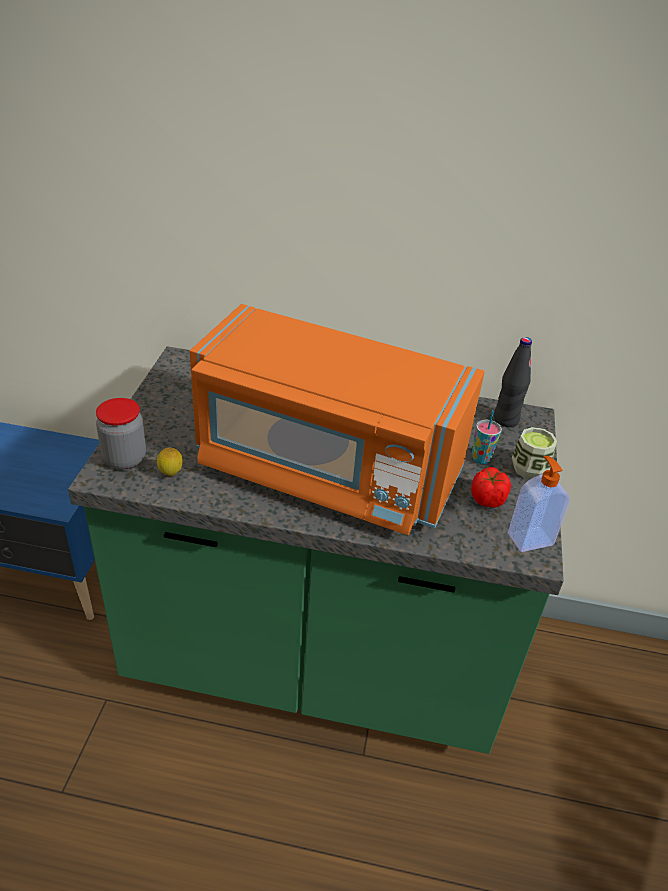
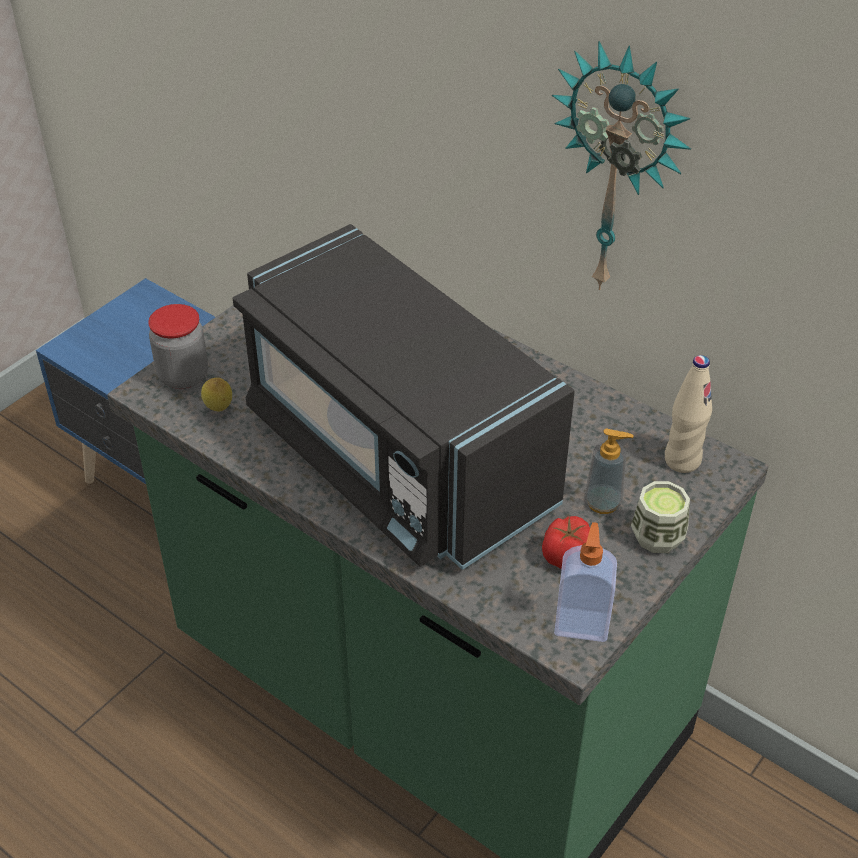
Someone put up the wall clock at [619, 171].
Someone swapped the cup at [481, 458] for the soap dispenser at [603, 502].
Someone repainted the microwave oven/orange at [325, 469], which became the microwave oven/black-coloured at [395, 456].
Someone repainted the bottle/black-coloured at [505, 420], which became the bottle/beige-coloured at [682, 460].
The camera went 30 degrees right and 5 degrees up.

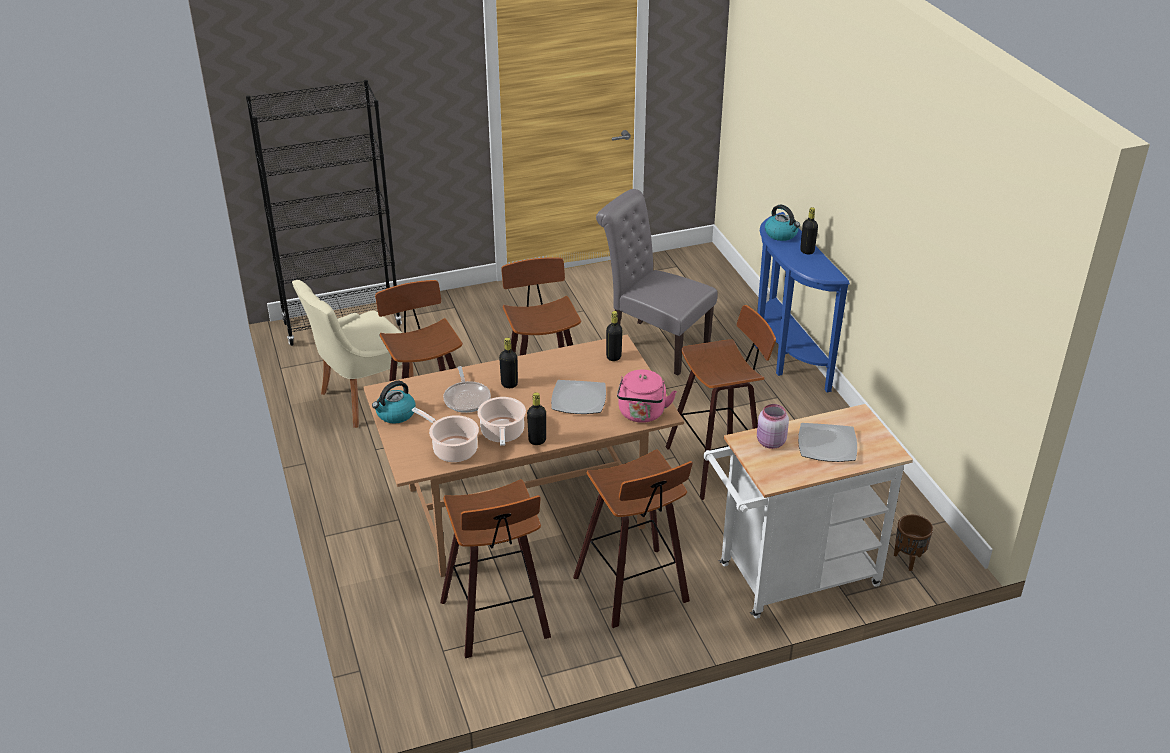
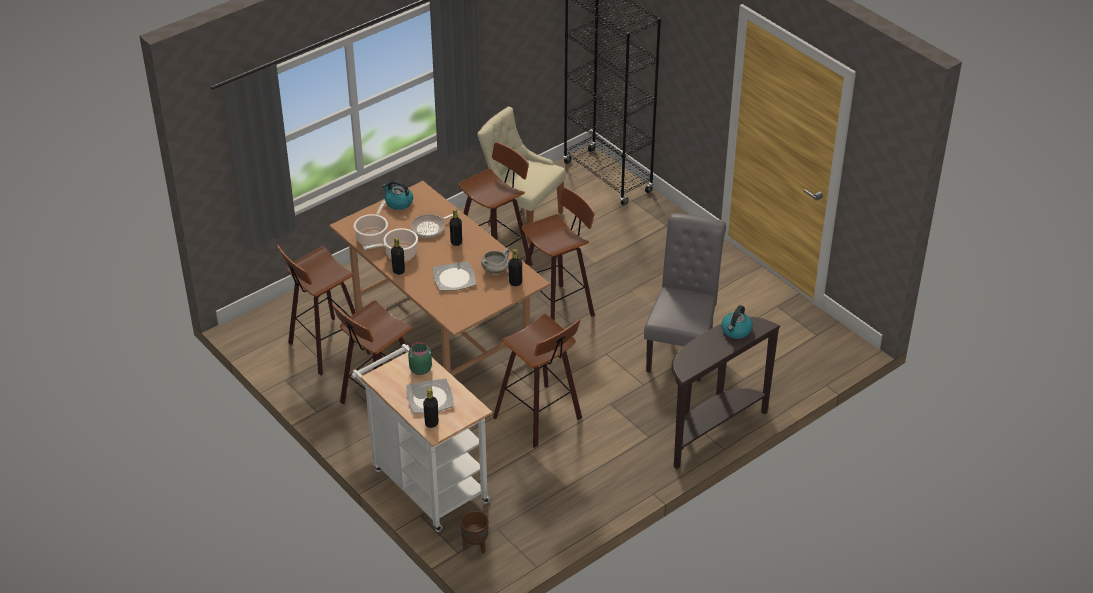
Someone took away the kettle/pink-coloured at [642, 414].
Someone put down the saucepot/white at [495, 270].
Someone carried the bottle/black-coloured from [807, 251] to [431, 423].
Someone repainted the hall table/blue at [784, 357], which became the hall table/brown at [711, 431].
Someone repainted the jar/pink-coloured at [770, 442], which became the jar/green-coloured at [420, 369].
The camera went 70 degrees right and 5 degrees up.

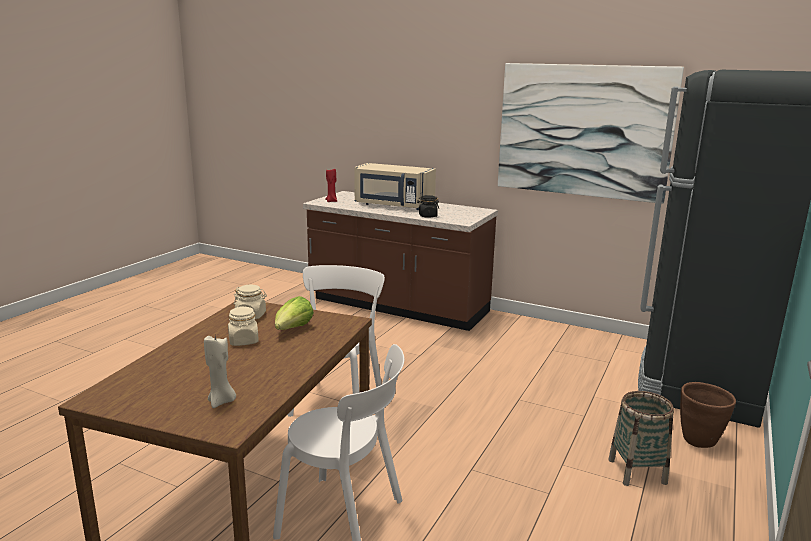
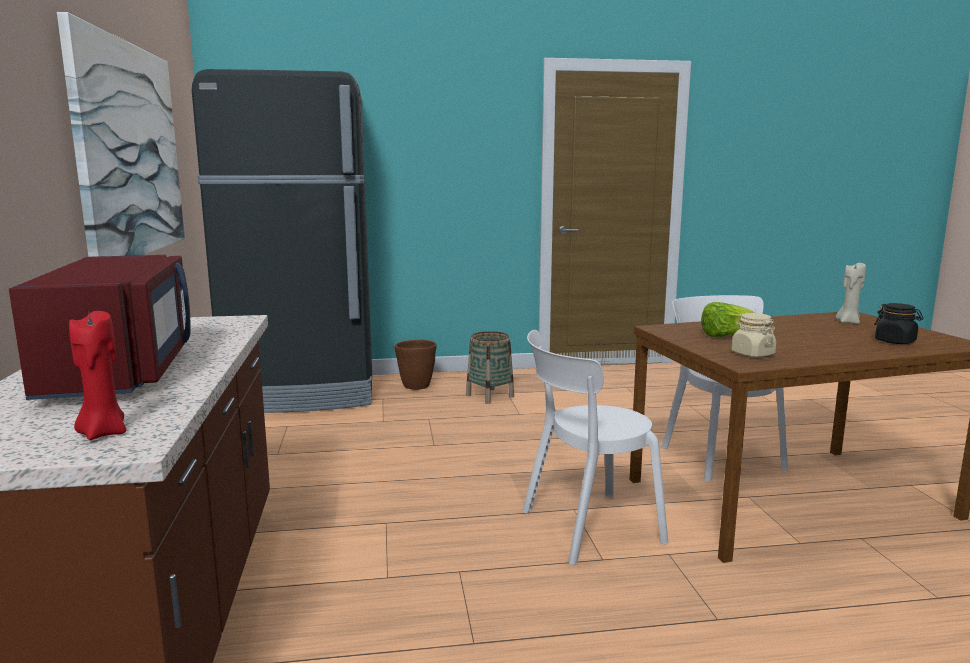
Someone took away the jar/beige-coloured at [243, 341].
Someone carried the jar/black-coloured from [427, 216] to [895, 341].
Someone repainted the microwave oven/beige-coloured at [393, 205], which became the microwave oven/reddish at [123, 371].
The camera went 125 degrees left and 5 degrees down.

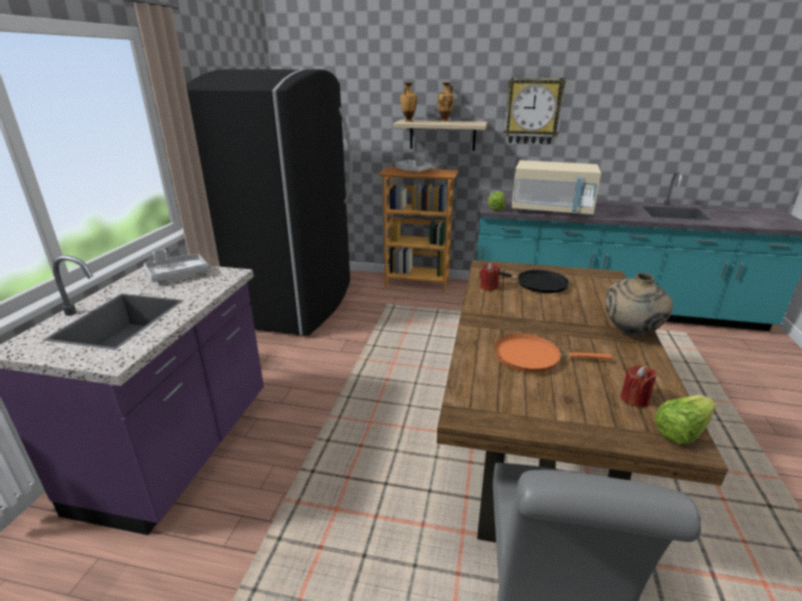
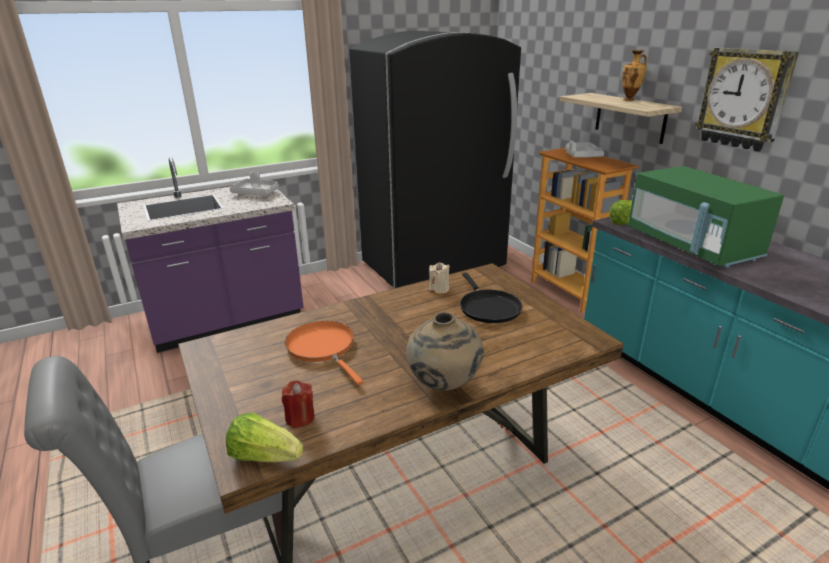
Someone took away the vase at [408, 121].
Someone repainted the wax candle/reddish at [488, 287], which became the wax candle/beige-coloured at [439, 289].
Someone repainted the microwave oven/beige-coloured at [551, 210], which became the microwave oven/green-coloured at [691, 246].
The camera went 50 degrees right and 0 degrees up.

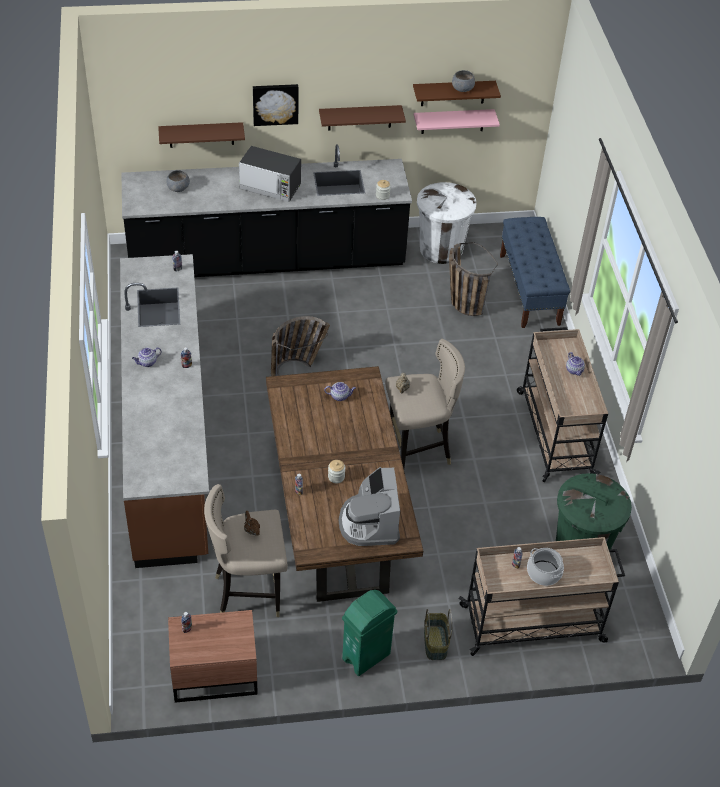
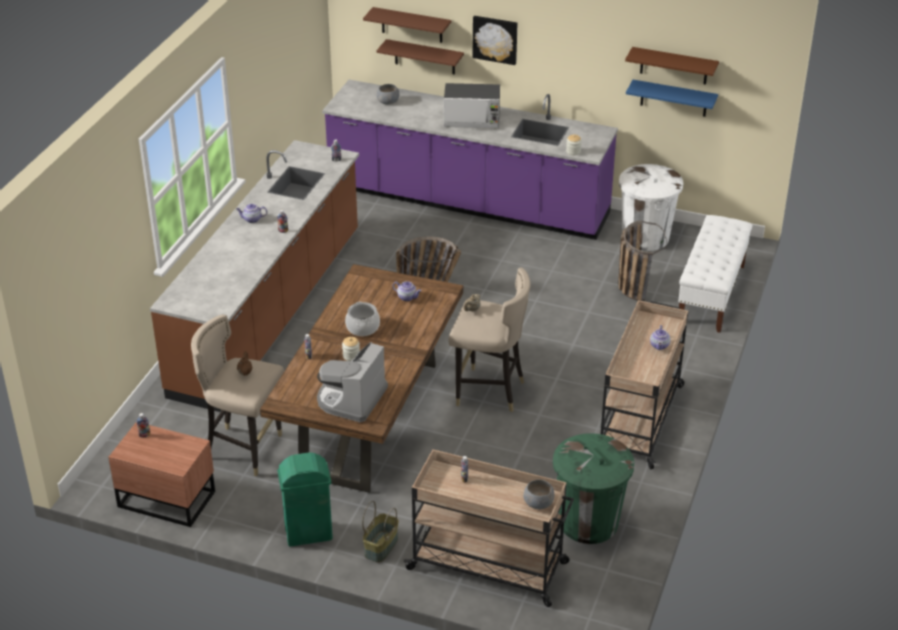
Someone carried the wall shelf/brown from [360, 117] to [412, 25].
Someone carried the bowl/grey from [462, 88] to [538, 503].
Someone carried the saucepot from [544, 573] to [363, 327].
Someone repainted the kitchen base unit/black-coloured at [267, 260], which became the kitchen base unit/purple-coloured at [468, 202].
Someone repainted the wall shelf/pink-coloured at [453, 121], which became the wall shelf/blue at [674, 98].
Someone repainted the bench/blue at [529, 290], which became the bench/white at [711, 294].
Someone rotated the microwave oven at [270, 187] by 45 degrees counterclockwise.
The camera went 30 degrees right and 10 degrees down.

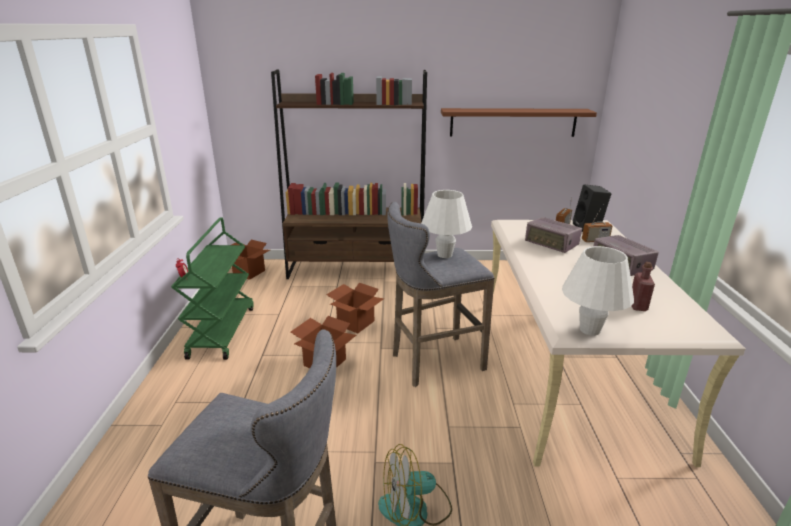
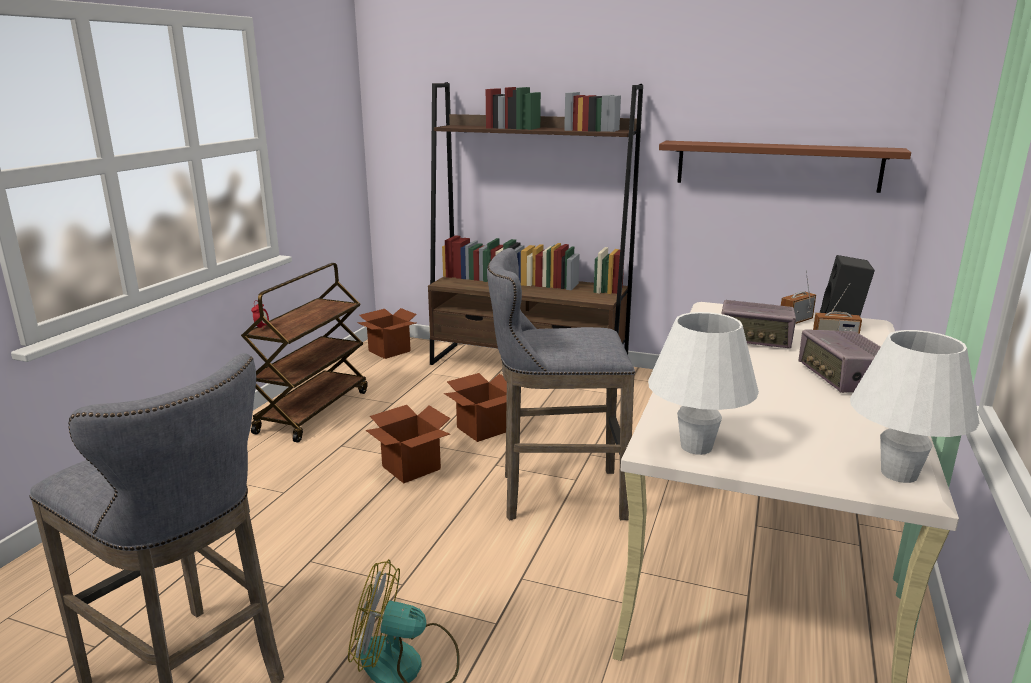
Someone took away the bottle/reddish at [638, 306].
Someone carried the tabletop lamp/white from [444, 255] to [898, 474].
Someone repainted the wheeled cart/green-coloured at [222, 331], which became the wheeled cart/brown at [313, 411].
Someone rotated the radio set at [552, 244] by 45 degrees counterclockwise.
The camera went 20 degrees right and 5 degrees down.

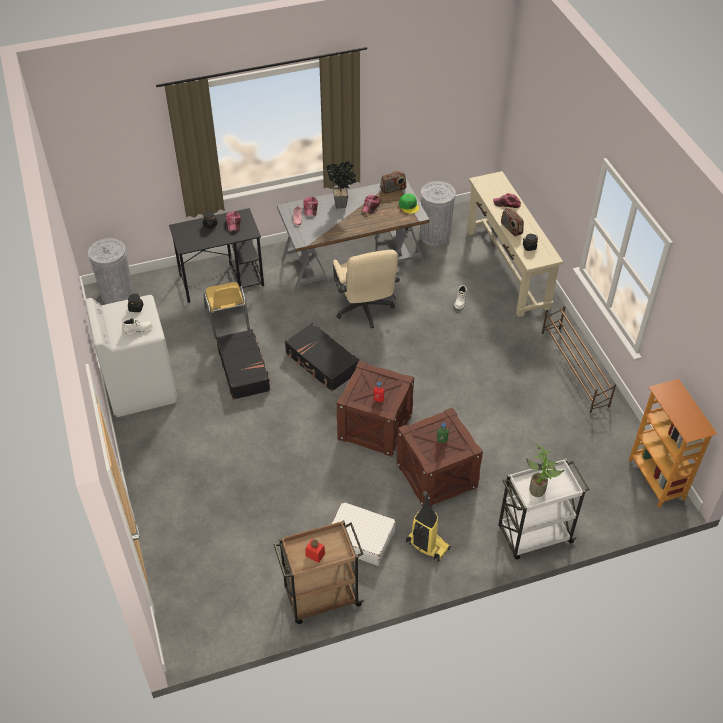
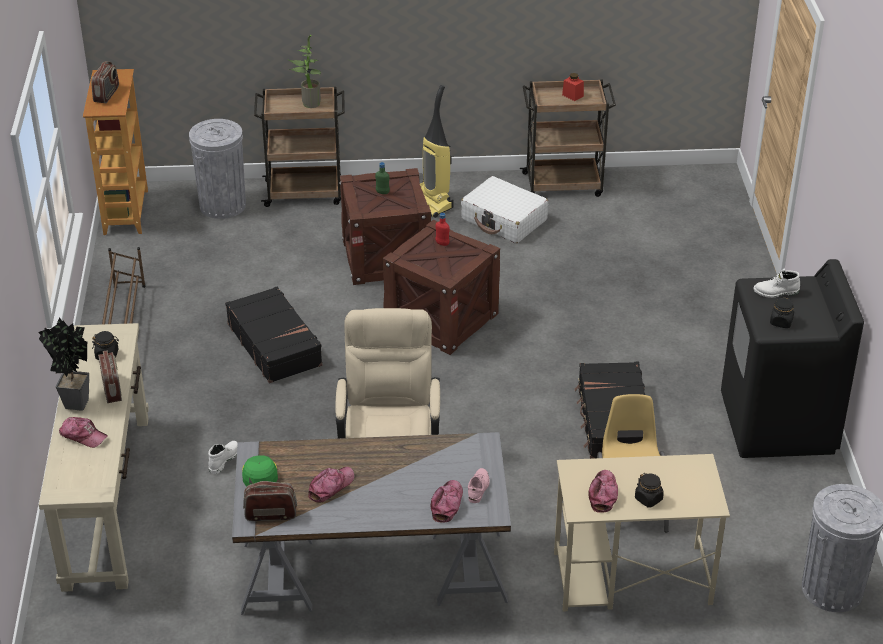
Someone put down the radio set at [107, 95].
Someone carried the piece of luggage/black-coloured from [322, 363] to [275, 344].
Someone carried the potted plant from [342, 205] to [73, 401].
Someone carried the trash can/grey from [435, 236] to [222, 205].
Someone repainted the laundry appliance/white at [140, 387], which became the laundry appliance/black-coloured at [778, 424].
Someone repainted the desk/black-coloured at [222, 280], which became the desk/beige-coloured at [630, 579].
Someone repainted the wheeled cart/white at [533, 535], which became the wheeled cart/brown at [305, 192].
The camera went 165 degrees left and 10 degrees down.

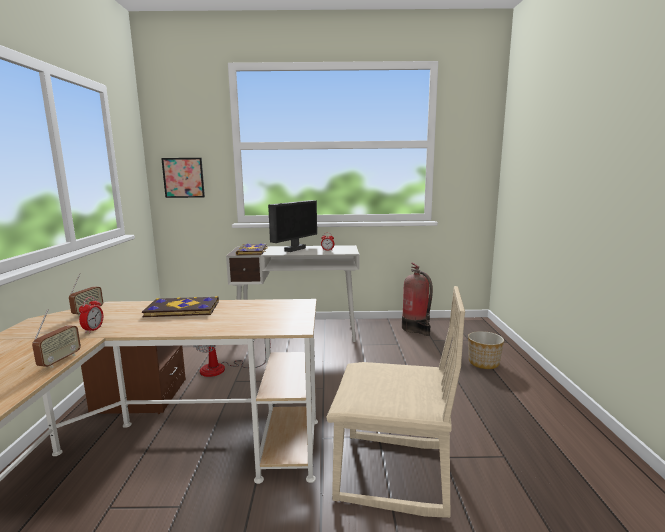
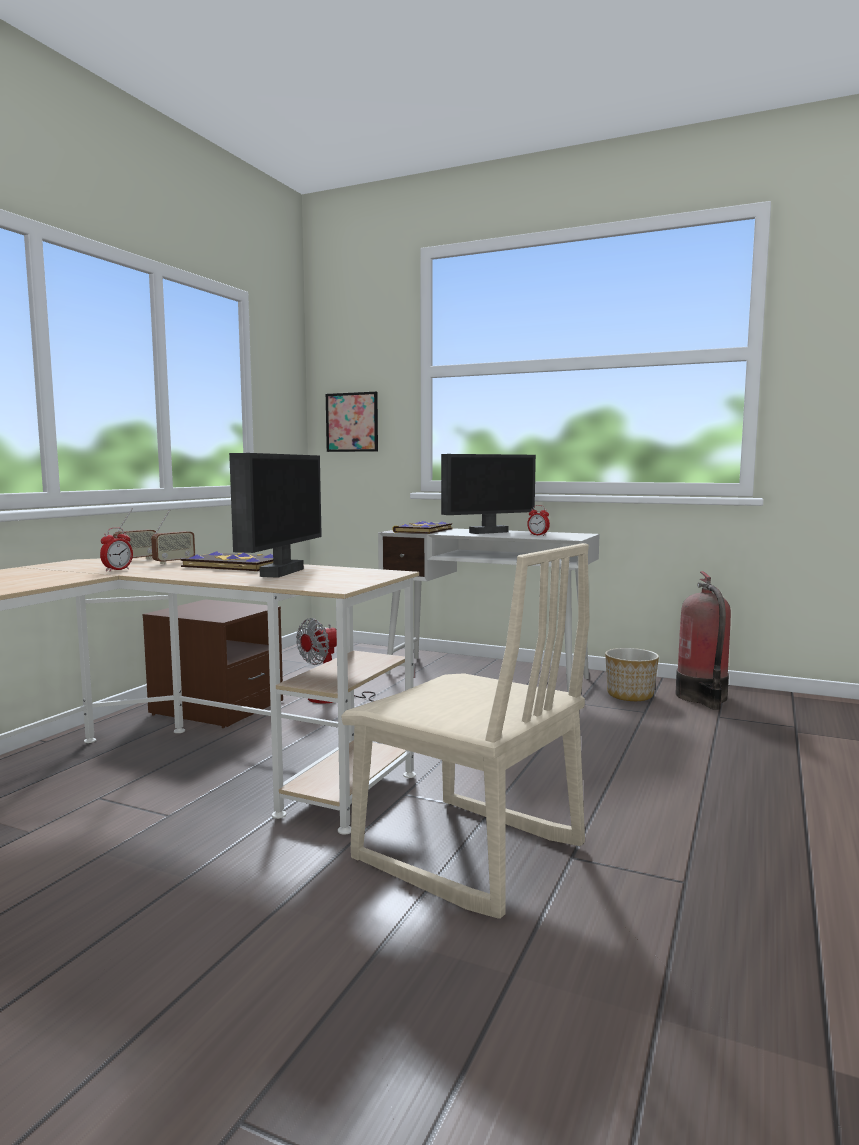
Someone put down the computer display at [280, 572].
Someone carried the radio set from [60, 361] to [174, 562].
Someone carried the planter from [484, 363] to [630, 695].
The camera went 25 degrees right and 5 degrees down.

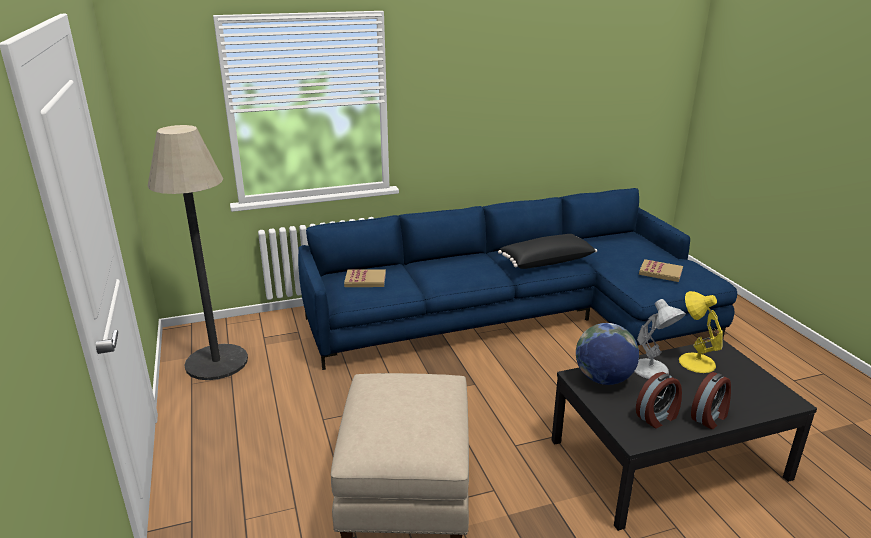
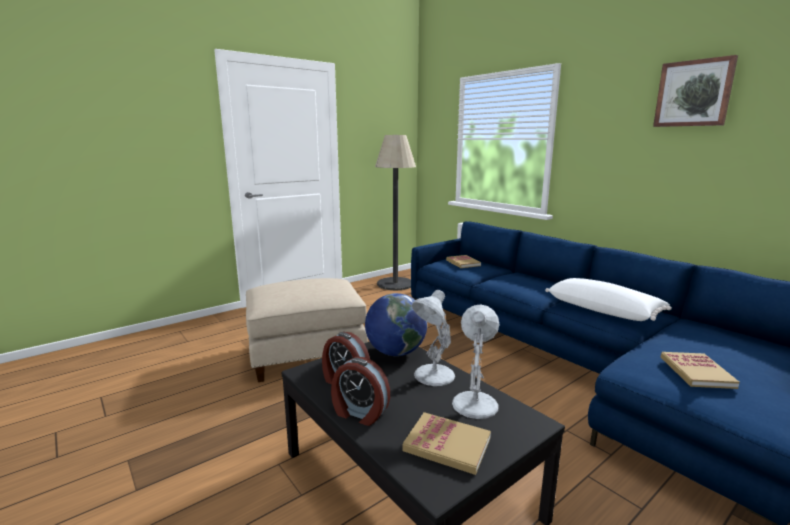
Someone put down the volume at [447, 445].
Someone put up the wall picture at [693, 93].
Someone repainted the cushion/black-coloured at [546, 261], which became the cushion/white at [603, 310].
Someone repainted the tabletop lamp/yellow-coloured at [695, 362], which became the tabletop lamp/white at [475, 403].
The camera went 70 degrees right and 10 degrees down.

